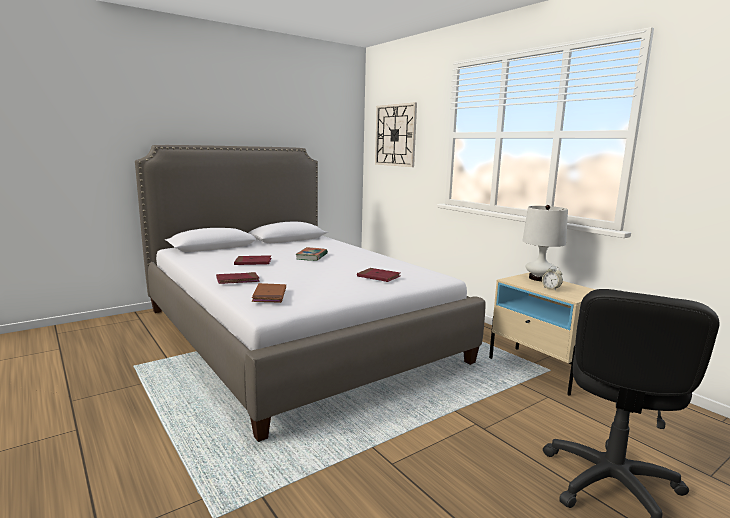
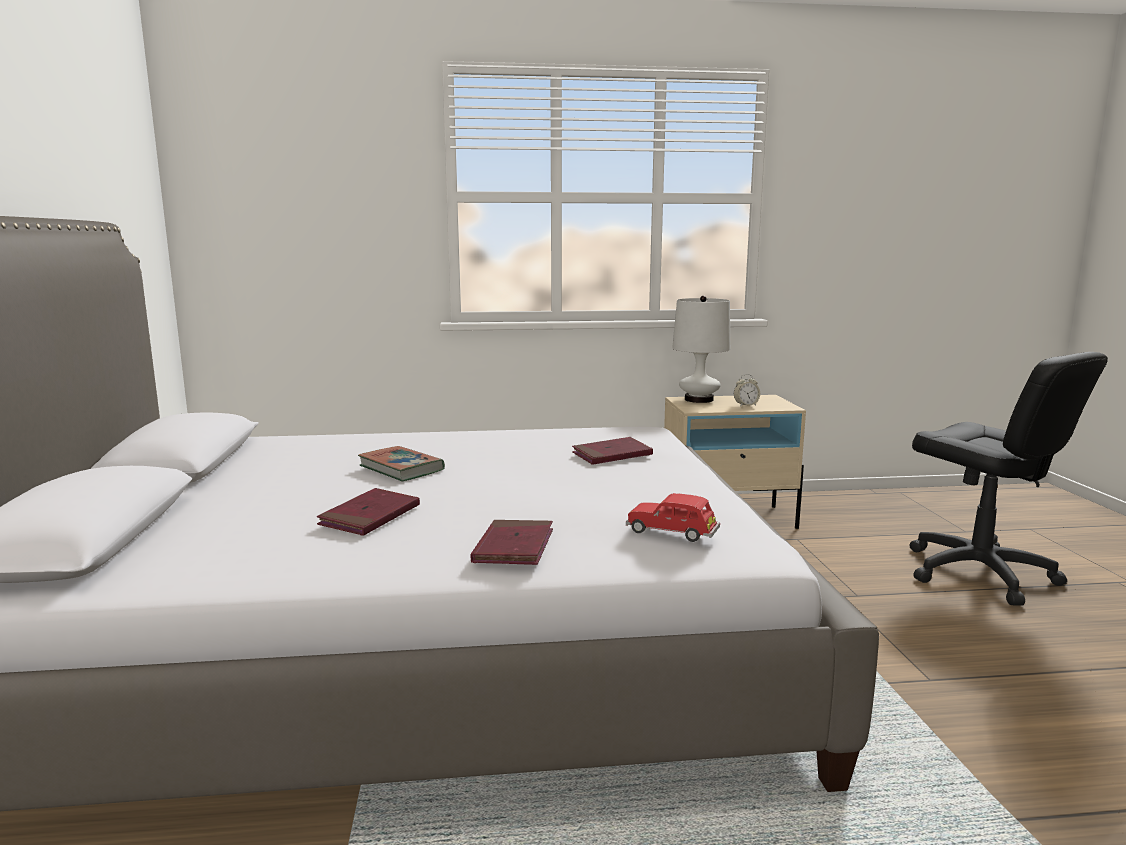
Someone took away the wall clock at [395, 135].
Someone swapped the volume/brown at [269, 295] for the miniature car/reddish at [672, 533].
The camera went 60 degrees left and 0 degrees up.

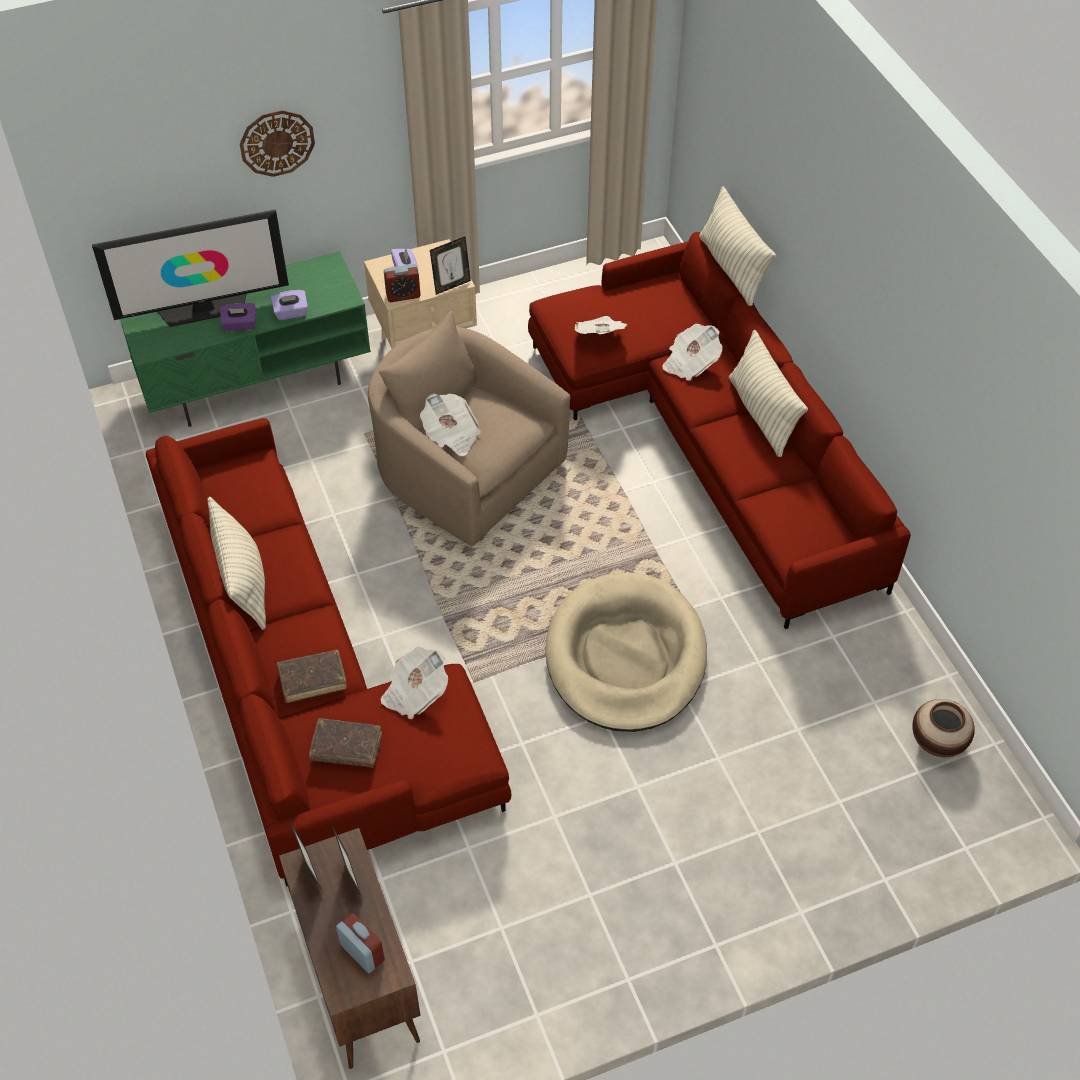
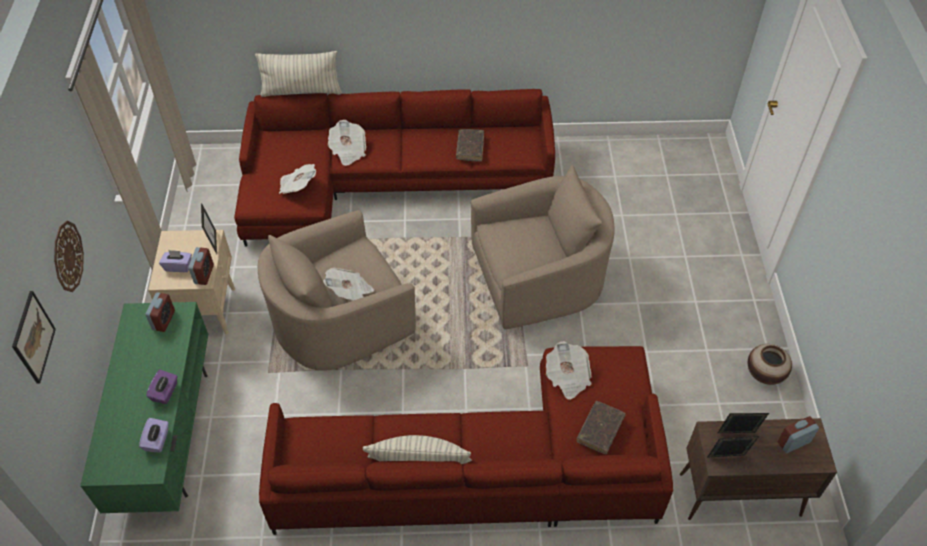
Someone took away the TV set at [203, 309].
Someone took away the cushion at [762, 414].
Someone put up the wall picture at [33, 337].
Someone put down the alarm clock at [164, 320].
Someone carried the box of tissues/purple-coloured from [291, 313] to [157, 441].
Someone carried the volume/brown from [312, 679] to [470, 148].
Someone carried the vase from [937, 742] to [764, 374].
Someone swapped the dog bed/beige-coloured at [625, 657] for the armchair/beige-coloured at [539, 278].
The camera went 70 degrees left and 0 degrees up.

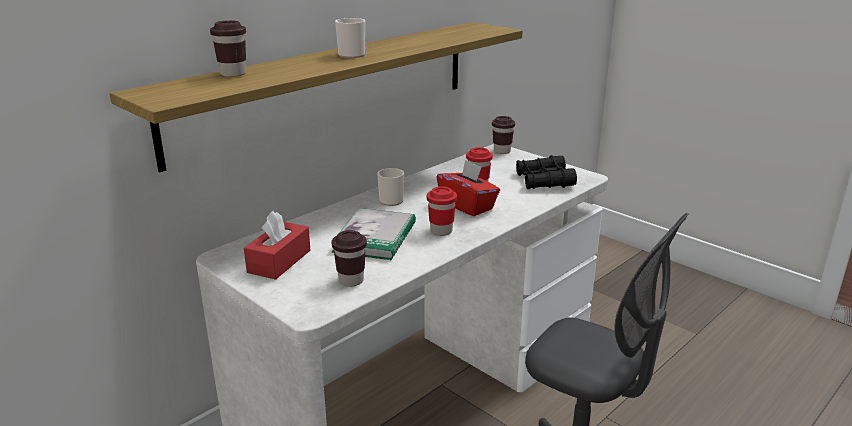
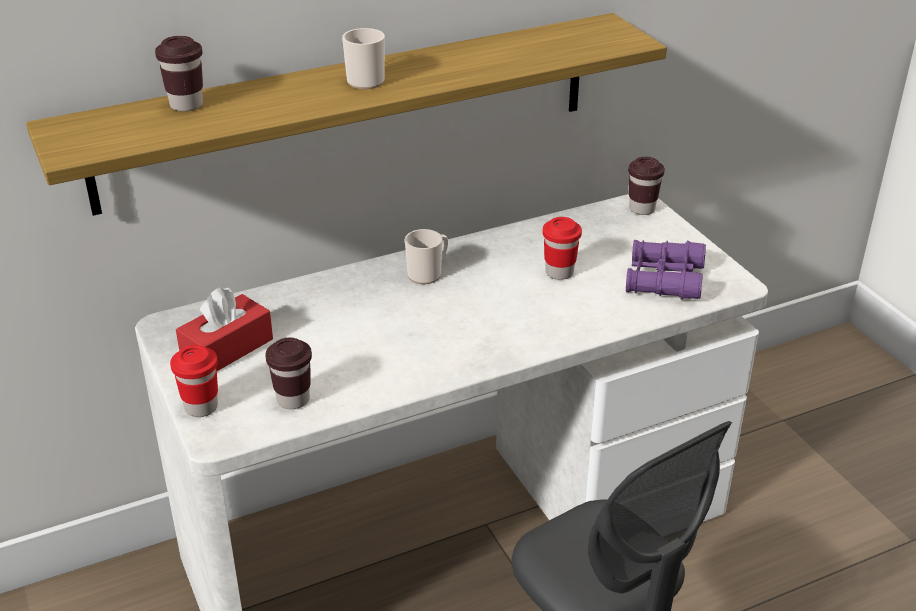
Someone took away the volume at [375, 237].
Someone took away the box of tissues/reddish at [467, 206].
Someone carried the cup/reddish from [441, 231] to [201, 407].
Someone repainted the pair of binoculars/black-coloured at [544, 181], which became the pair of binoculars/purple-coloured at [664, 280].
The camera went 20 degrees right and 10 degrees up.

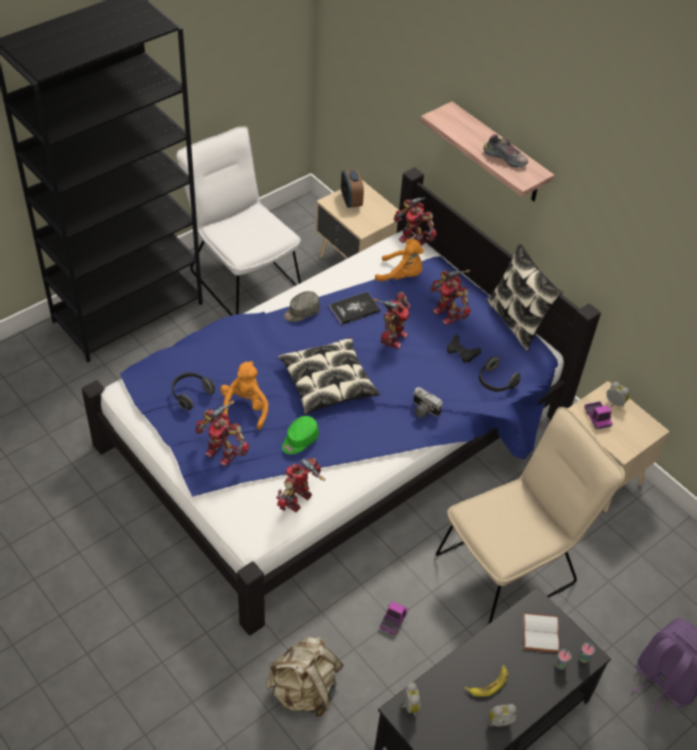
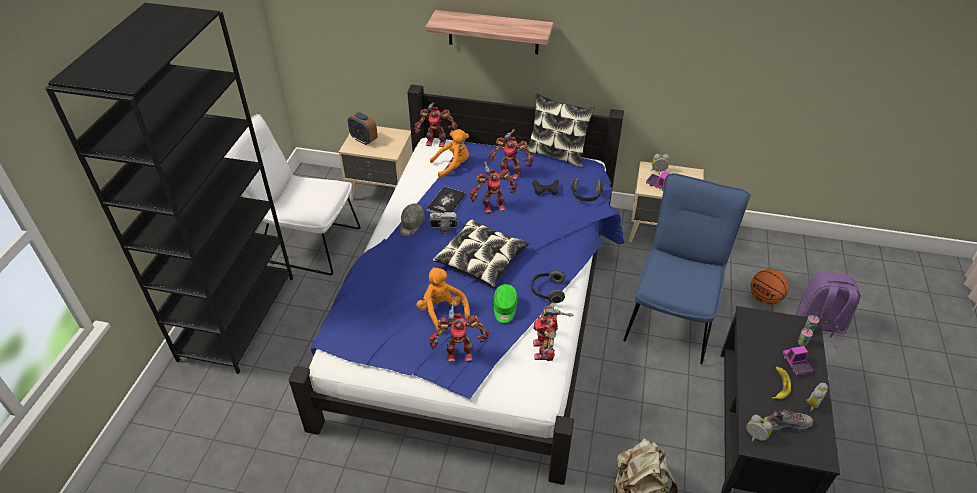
Someone took away the volume/white at [542, 634].
Someone put down the ball for basketball at [764, 298].
Someone carried the headphones from [191, 394] to [547, 291].
Someone carried the toy truck from [393, 620] to [796, 364].
Someone carried the photo camera from [423, 410] to [443, 229].
Someone carried the low shoe from [505, 158] to [786, 424].
Someone repainted the plain chair/beige-coloured at [513, 565], which became the plain chair/blue at [672, 316].
Someone rotated the model robot at [393, 337] by 90 degrees clockwise.
The camera went 35 degrees left and 5 degrees down.

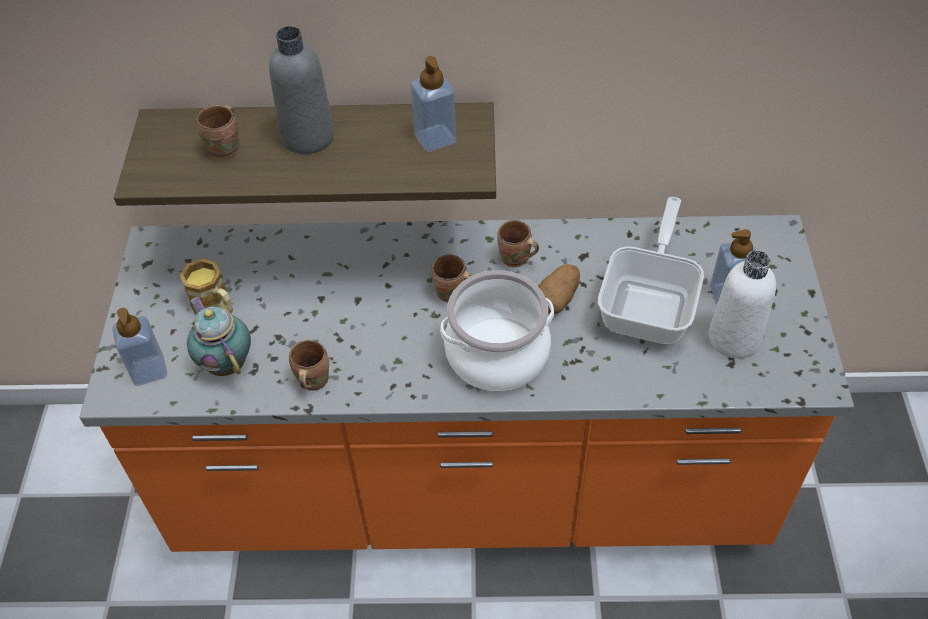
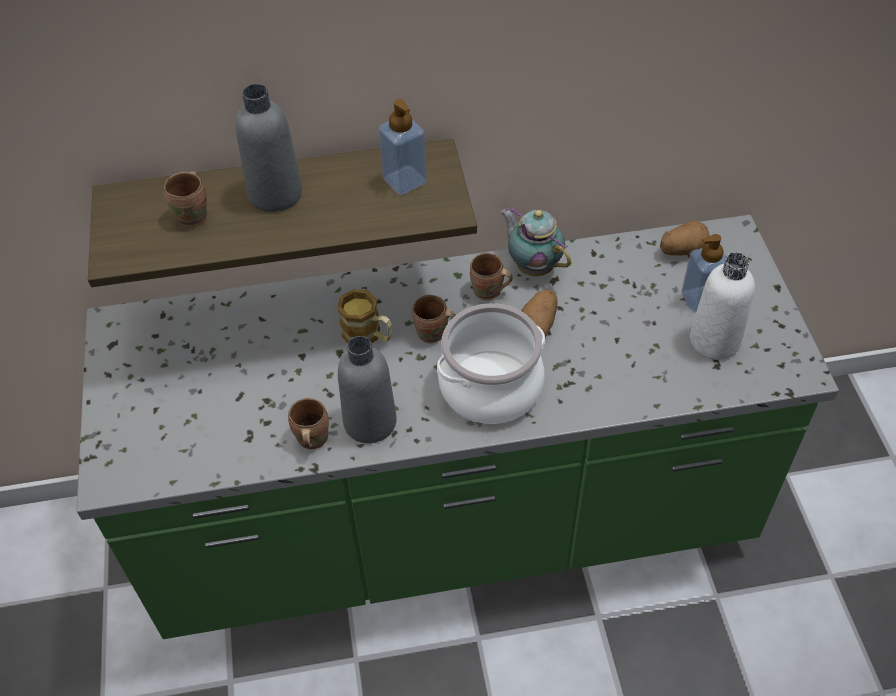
Someone took away the soap dispenser at [149, 370].
Someone took away the skillet at [650, 303].
Someone put down the bottle/grey at [370, 422].
Someone put down the potato at [682, 250].
Someone carried the mug from [215, 306] to [368, 335].
Someone carried the pot for tea from [226, 362] to [533, 266].
Someone repainted the kitchen base unit/orange at [470, 487], which became the kitchen base unit/green-coloured at [454, 527].
The camera went 10 degrees left and 0 degrees up.

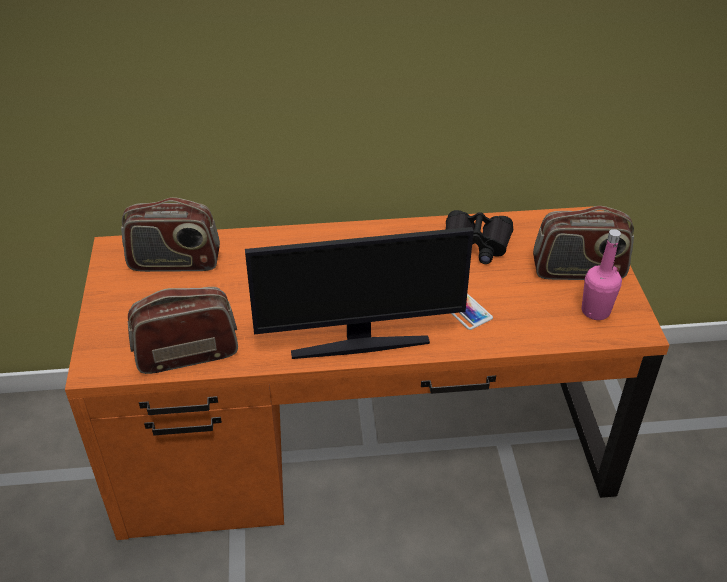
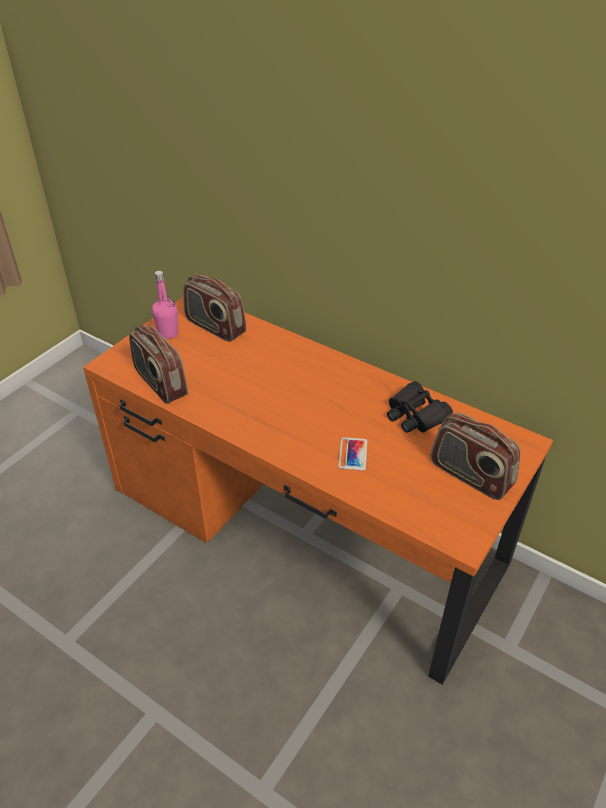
Someone took away the computer display at [359, 344].
Someone carried the bottle/pink-coloured from [595, 311] to [168, 333].
Someone rotated the radio set at [187, 354] by 150 degrees counterclockwise.
The camera went 40 degrees right and 0 degrees up.

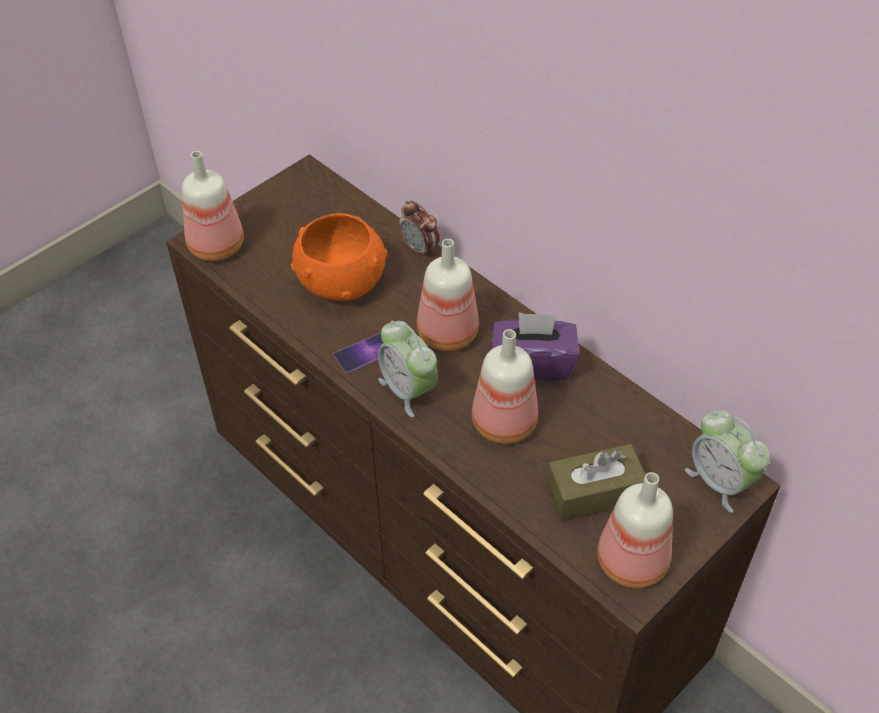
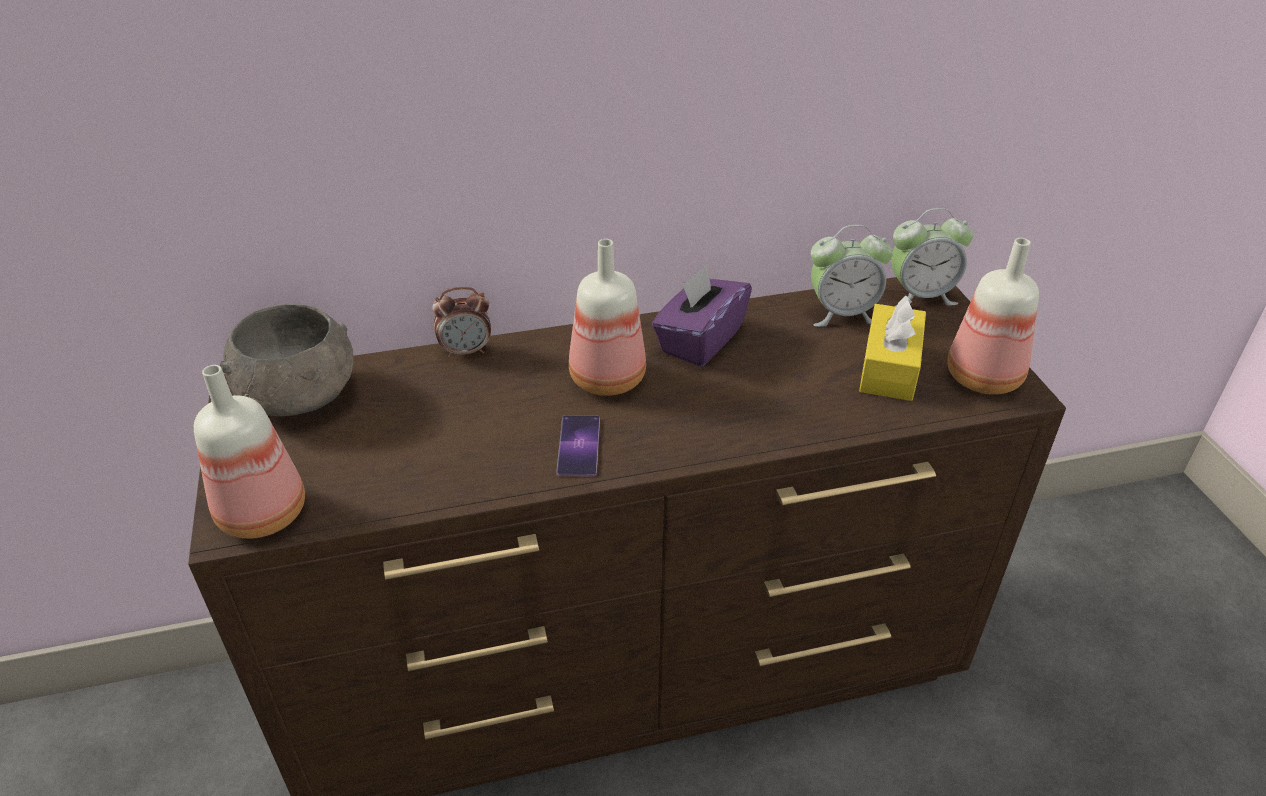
Someone took away the bowl/orange at [341, 281].
Someone took away the bottle at [505, 424].
Someone put down the bowl/grey at [300, 397].
Someone carried the alarm clock from [408, 390] to [842, 313].
Someone repainted the box of tissues/brown at [594, 493], which became the box of tissues/yellow-coloured at [889, 367].
The camera went 60 degrees left and 10 degrees down.

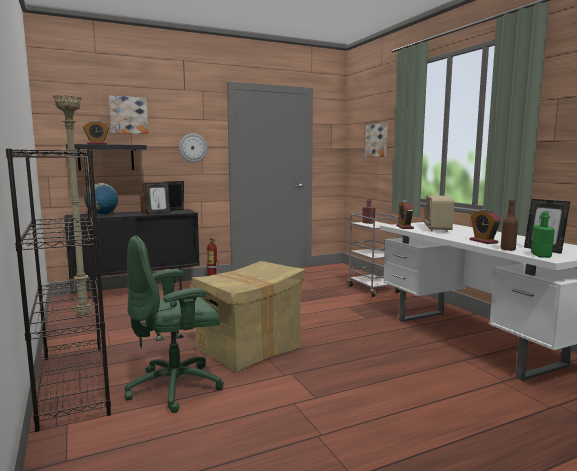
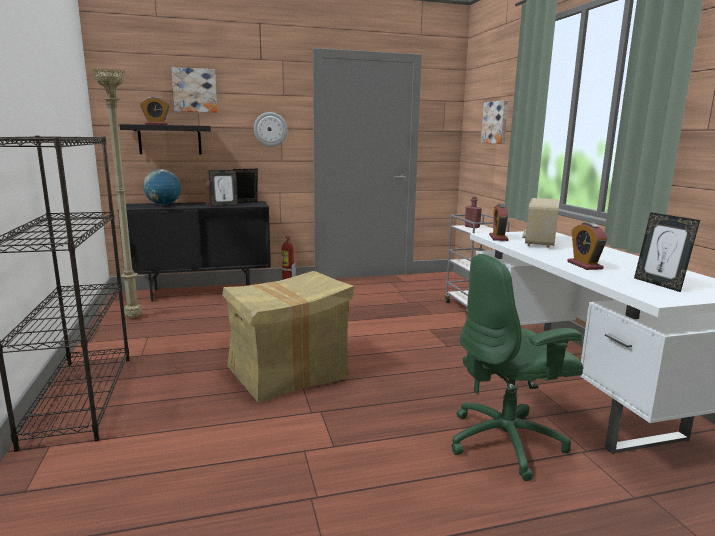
Someone took away the bottle/brown at [507, 249].
Someone took away the bottle/green-coloured at [541, 255].
Someone carried the desk chair/green-coloured from [177, 387] to [507, 442].
The camera went 10 degrees right and 5 degrees up.

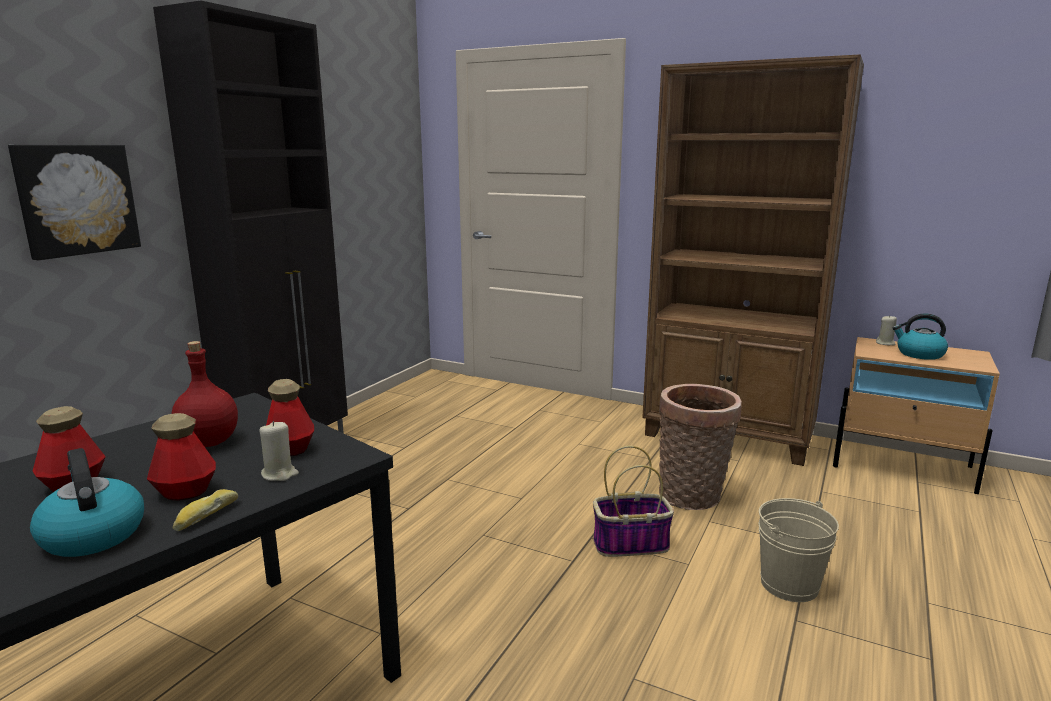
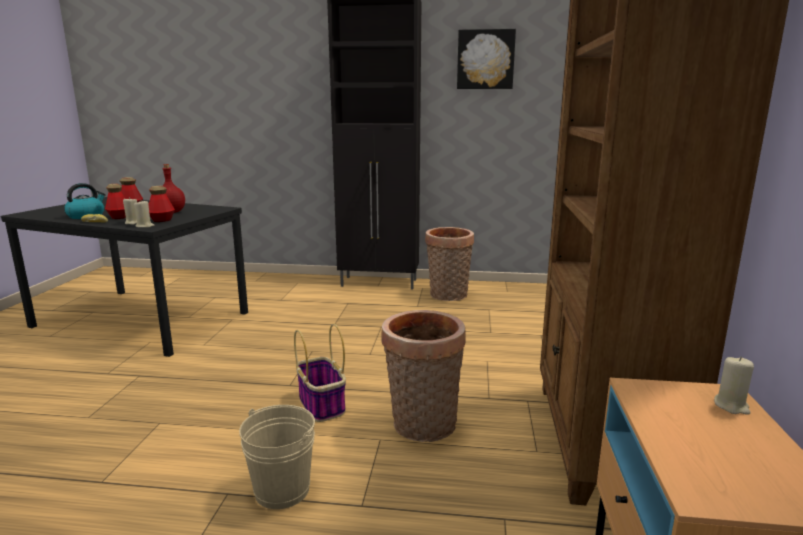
Someone took away the kettle at [919, 354].
Someone put down the wax candle/beige-coloured at [145, 226].
Someone put down the household basket at [448, 296].
Someone carried the wall picture from [76, 199] to [485, 59].
The camera went 70 degrees right and 0 degrees up.

